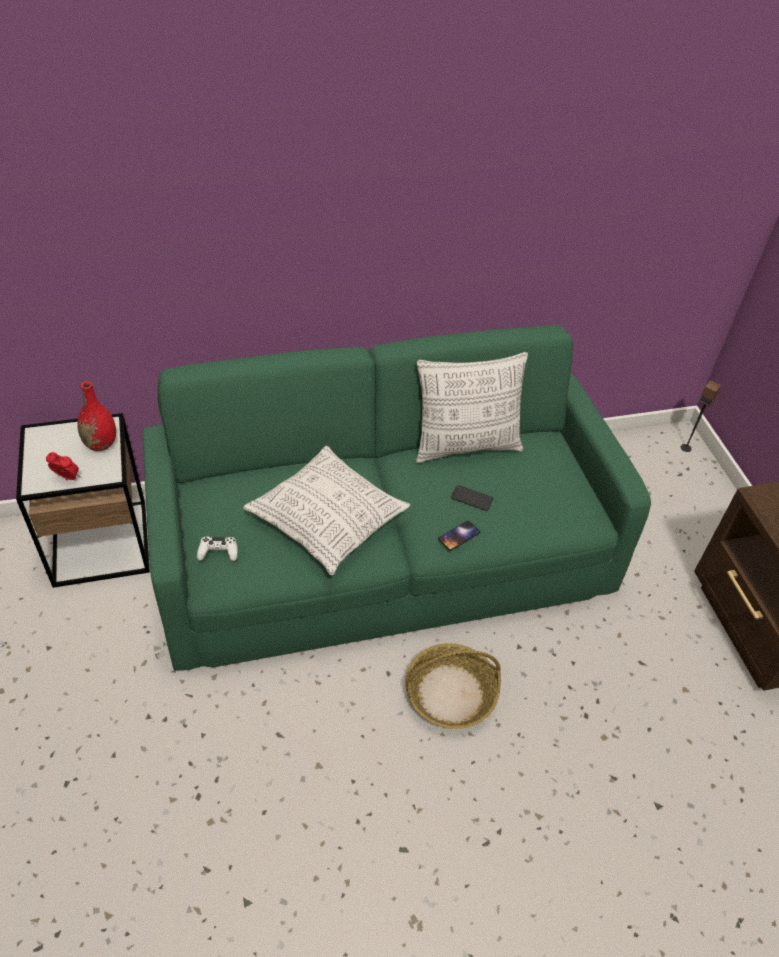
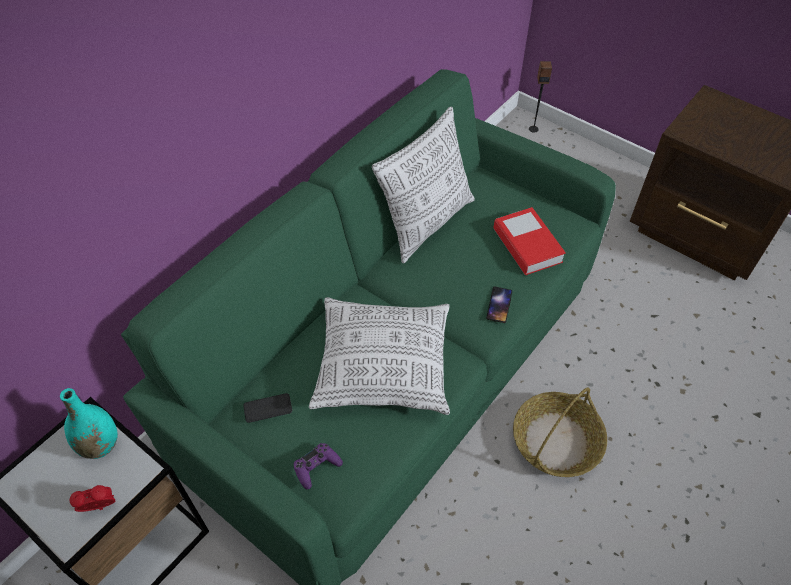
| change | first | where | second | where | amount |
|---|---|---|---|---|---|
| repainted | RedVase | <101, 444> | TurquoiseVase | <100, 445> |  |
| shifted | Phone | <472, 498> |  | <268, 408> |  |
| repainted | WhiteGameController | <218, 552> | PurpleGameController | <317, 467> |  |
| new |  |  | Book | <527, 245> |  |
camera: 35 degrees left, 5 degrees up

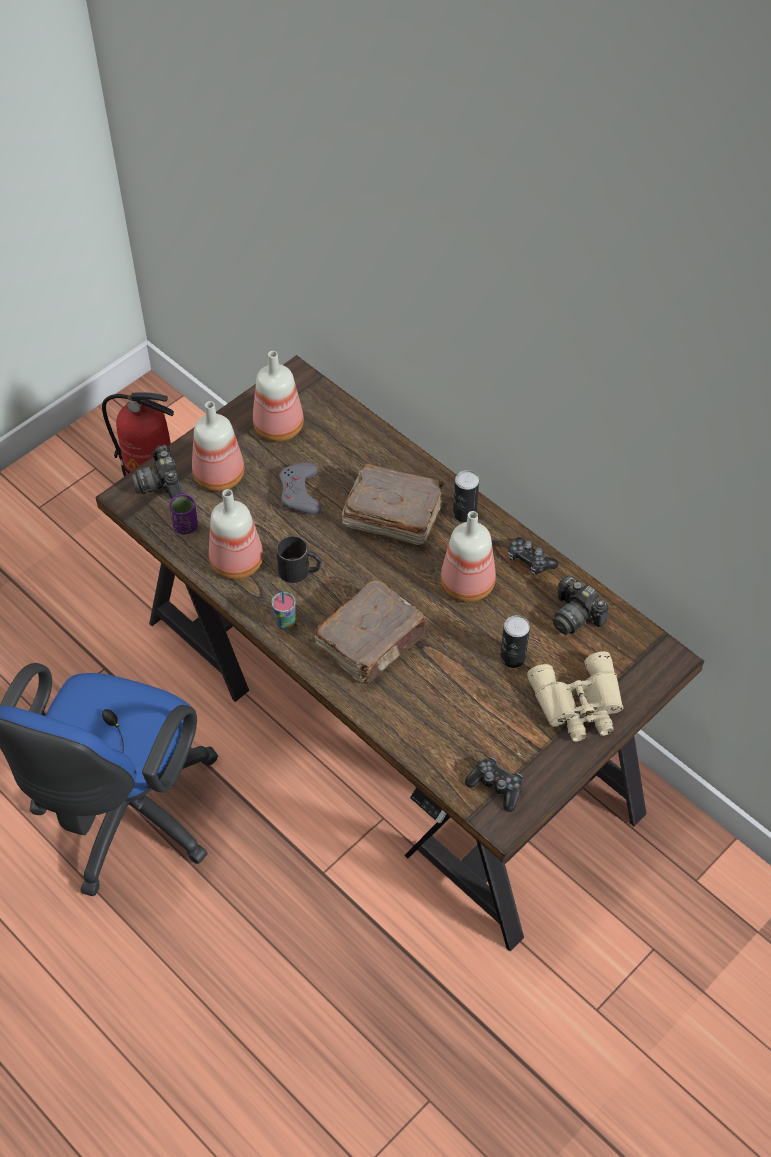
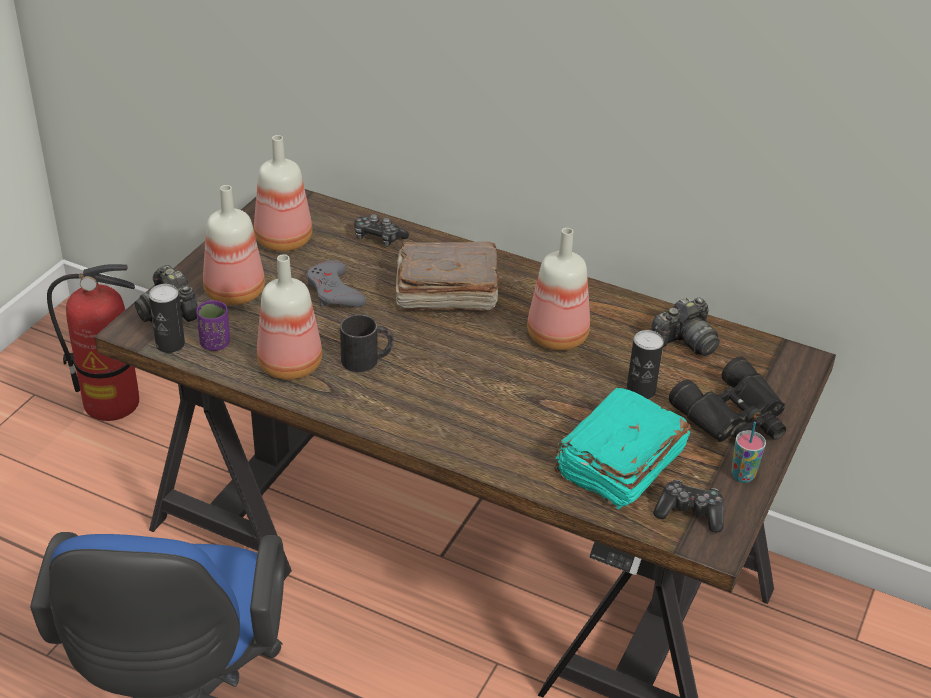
| change | first | where | second | where | amount |
|---|---|---|---|---|---|
| shifted | Can | <464, 513> |  | <170, 344> |  |
| shifted | GameController | <529, 561> |  | <378, 238> |  |
| rotated | PhotoCamera | <575, 615> |  | <685, 342> | 60 degrees counterclockwise |
| gone | BrownBook | <372, 641> |  |  |  |
| shifted | Cup | <285, 623> |  | <742, 475> |  |
| repainted | BeigeBinoculars | <579, 705> | BlackBinoculars | <735, 418> |  |
| new |  |  | TurquoiseBook | <618, 465> |  |
camera: 20 degrees left, 15 degrees down

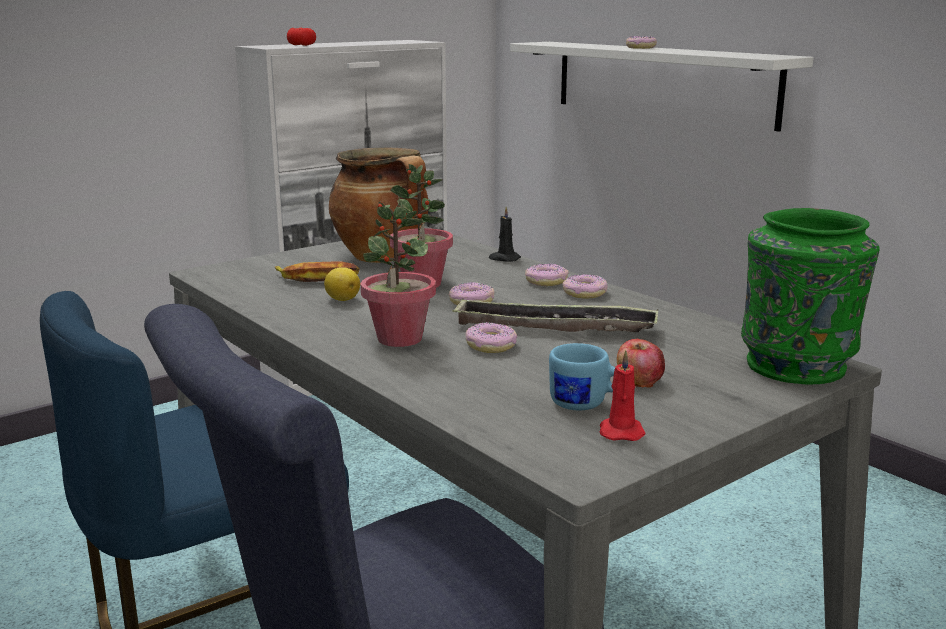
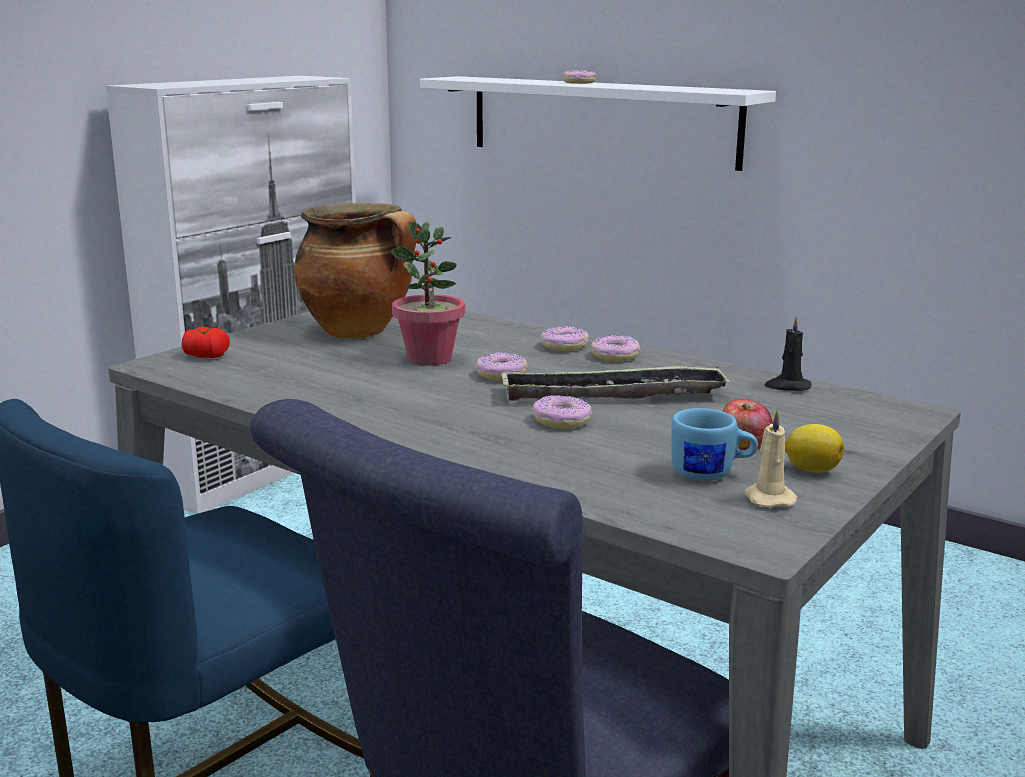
| change | first | where | second | where | amount |
|---|---|---|---|---|---|
| shifted | Tomato | <301, 45> |  | <206, 355> |  |
| gone | PottedPlant | <399, 339> |  |  |  |
| shifted | BlackCandle | <504, 259> |  | <787, 386> |  |
| gone | GreenVase | <797, 365> |  |  |  |
| gone | Banana | <317, 278> |  |  |  |
| shifted | Lemon | <342, 299> |  | <810, 469> |  |
| repainted | RedCandle | <620, 431> | BeigeCandle | <767, 498> |  |
camera: 15 degrees left, 0 degrees up

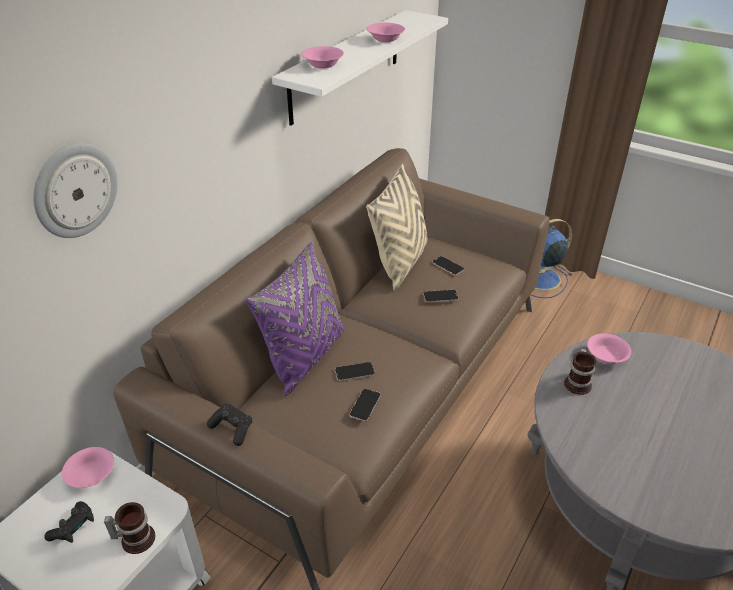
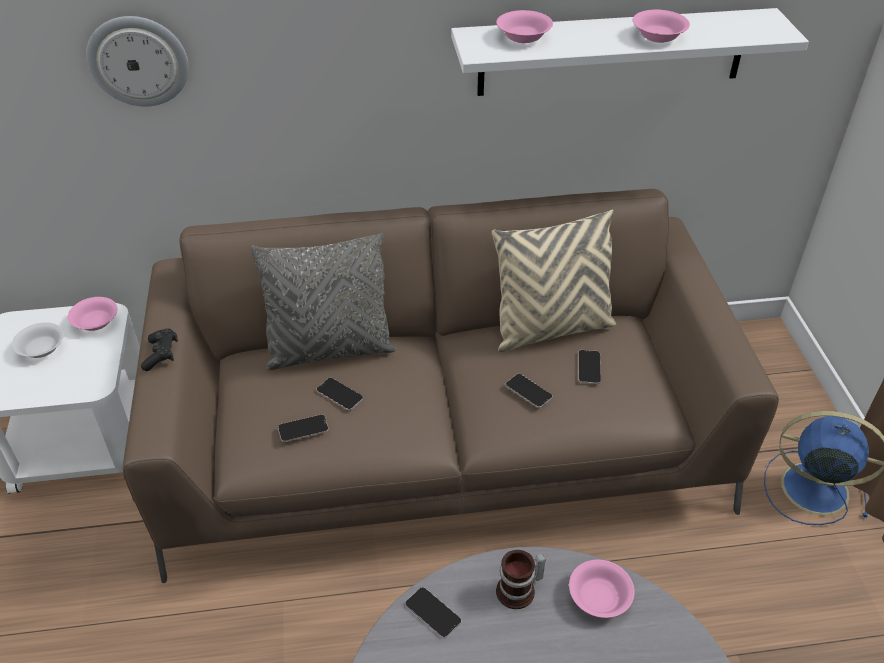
| change | first | where | second | where | amount |
|---|---|---|---|---|---|
| repainted | PurplePillow | <305, 357> | GreyPillow | <330, 350> |  |
| swapped | BlackGameController | <74, 528> | WhiteBowl | <41, 349> |  |
| gone | Mug | <135, 538> |  |  |  |
| new |  |  | Phone | <433, 613> |  |
camera: 50 degrees right, 5 degrees up

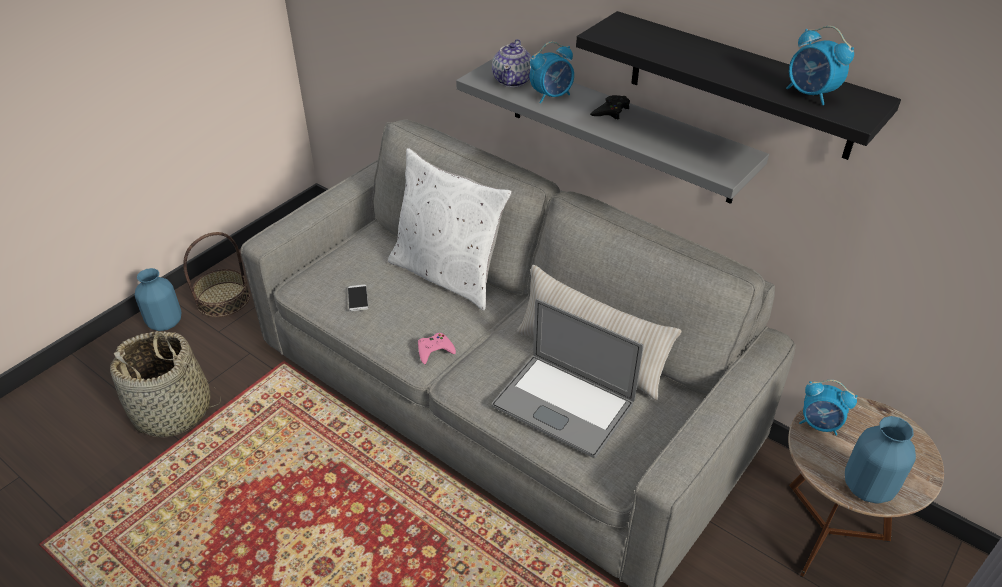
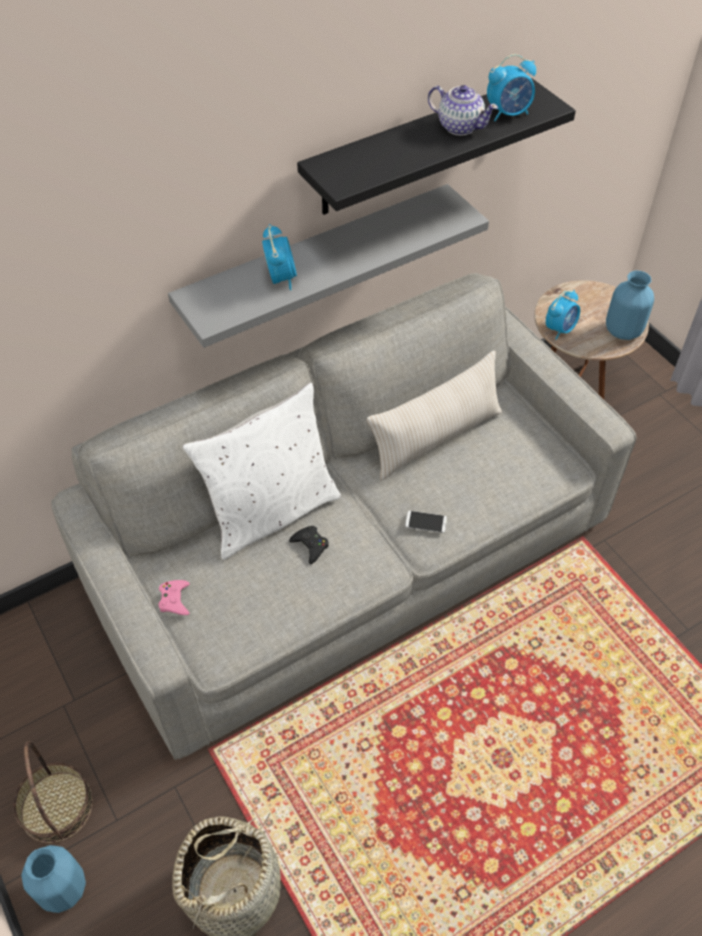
| change | first | where | second | where | amount |
|---|---|---|---|---|---|
| shifted | Teapot | <513, 80> |  | <459, 126> |  |
| shifted | BlackGameController | <611, 111> |  | <310, 546> |  |
| shifted | Phone | <358, 298> |  | <426, 522> |  |
| gone | Laptop | <563, 404> |  |  |  |
| shifted | PinkGameController | <434, 351> |  | <175, 600> |  |
camera: 70 degrees left, 10 degrees up

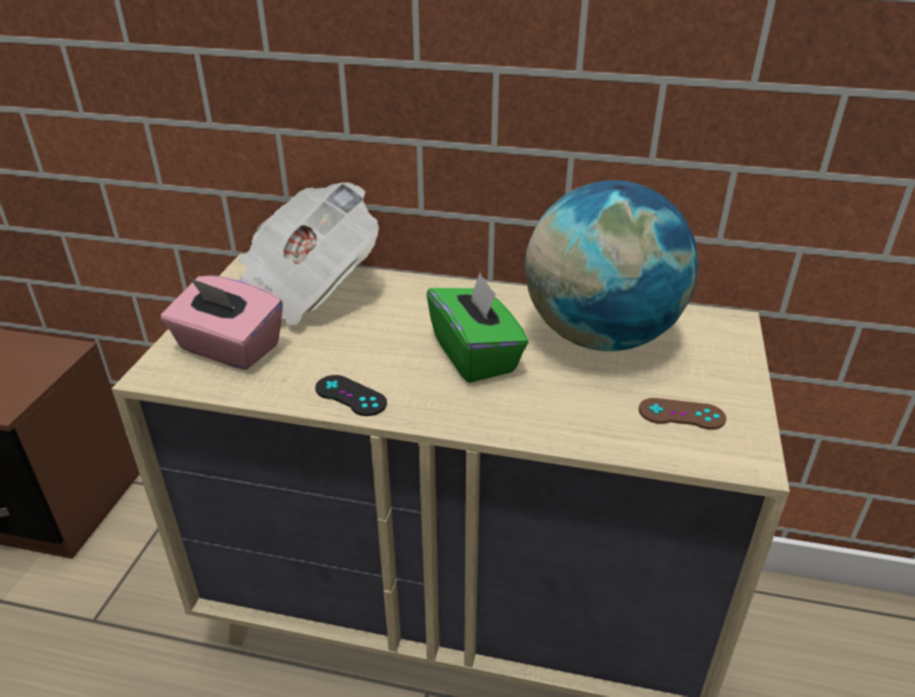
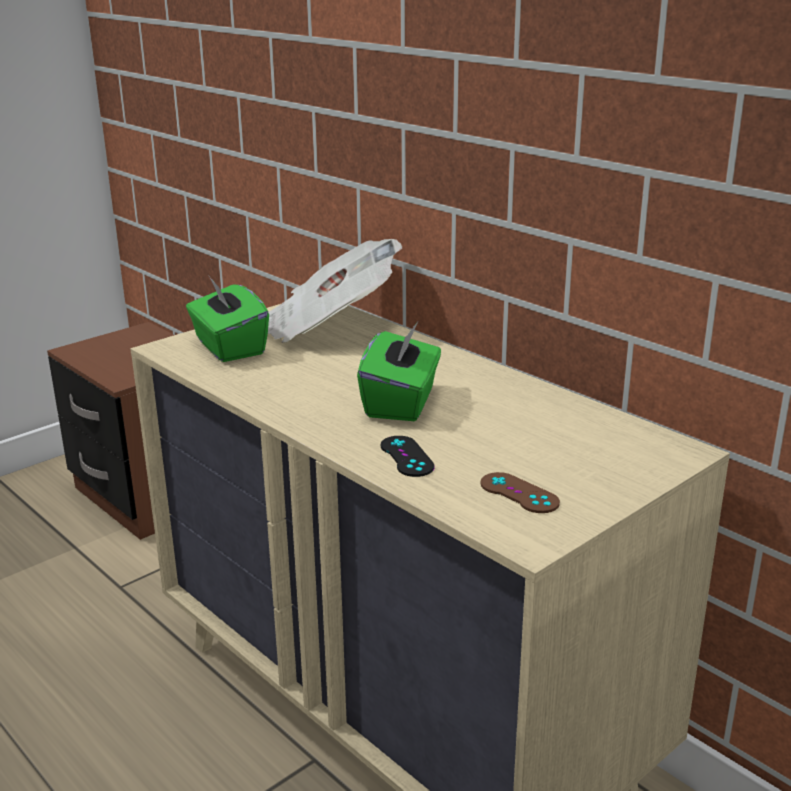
| change | first | where | second | where | amount |
|---|---|---|---|---|---|
| gone | Globe | <600, 336> |  |  |  |
| repainted | PinkTissueBox | <229, 348> | GreenTissueBox | <229, 347> |  |
| shifted | BlackGameController | <350, 396> |  | <406, 456> |  |
camera: 35 degrees right, 10 degrees down

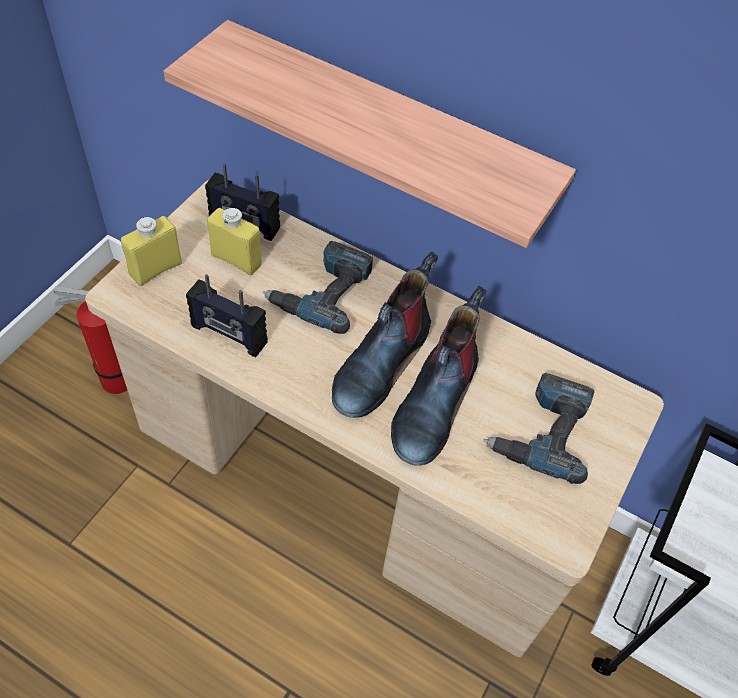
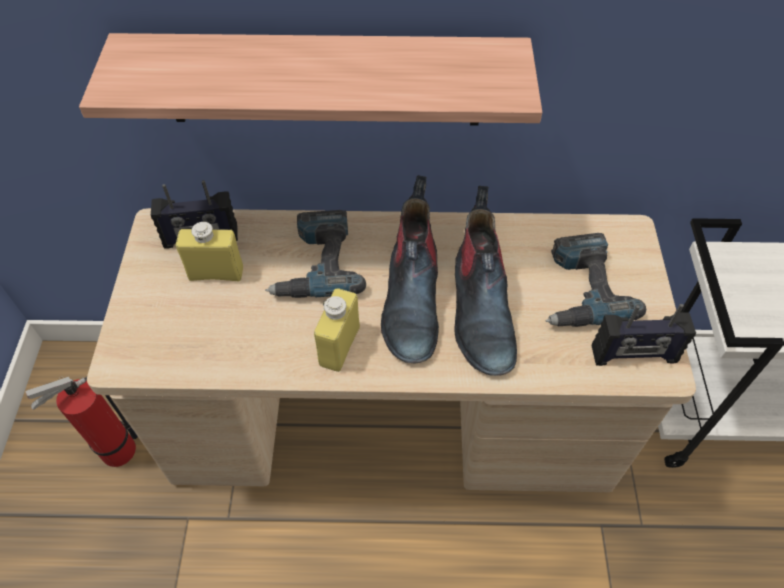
| change | first | where | second | where | amount |
|---|---|---|---|---|---|
| shifted | YellowBottle | <156, 269> |  | <339, 346> |  |
| shifted | Radio | <228, 335> |  | <634, 355> |  |
camera: 25 degrees left, 0 degrees up

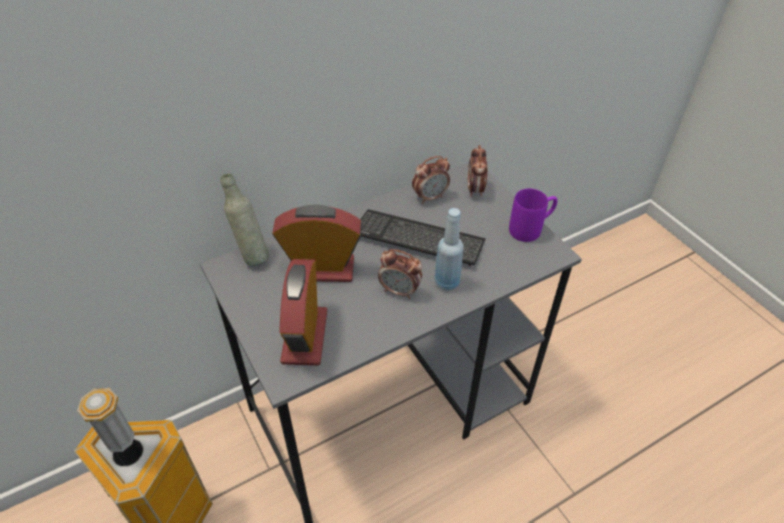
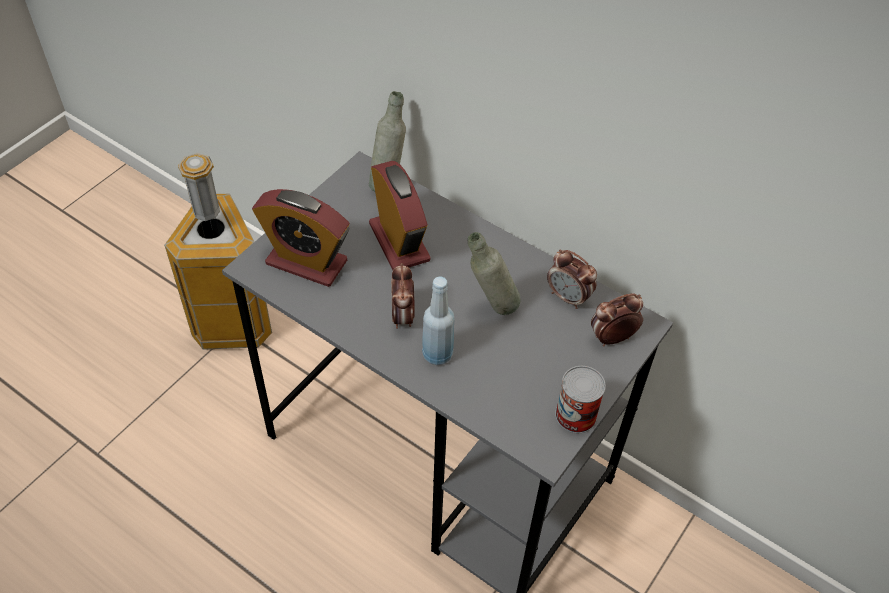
| change | first | where | second | where | amount |
|---|---|---|---|---|---|
| swapped | PurpleMug | <531, 229> | Can | <575, 415> |  |
| swapped | Keyboard | <418, 239> | GreyBottle | <491, 308> |  |
| rotated | AlarmClock | <305, 337> |  | <306, 262> | 135 degrees counterclockwise |
camera: 65 degrees right, 5 degrees up

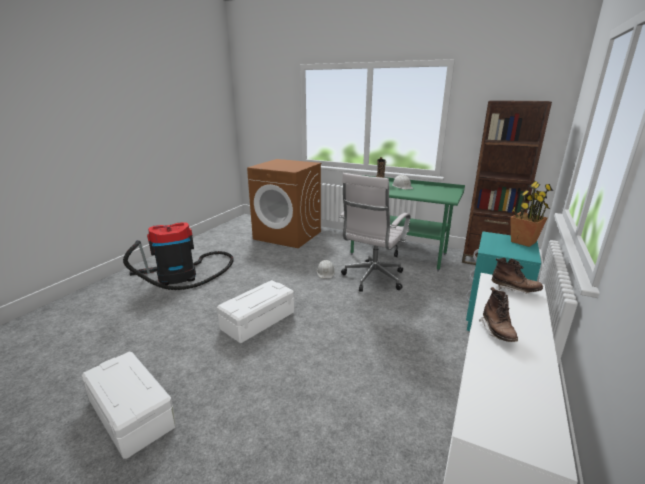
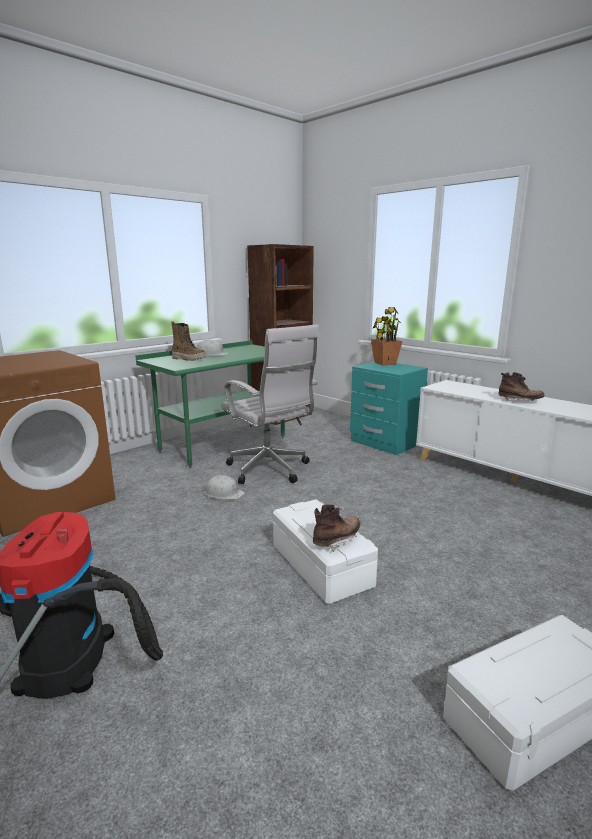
| change | first | where | second | where | amount |
|---|---|---|---|---|---|
| shifted | BrownBoot | <514, 290> |  | <336, 540> |  |
camera: 70 degrees left, 5 degrees down

